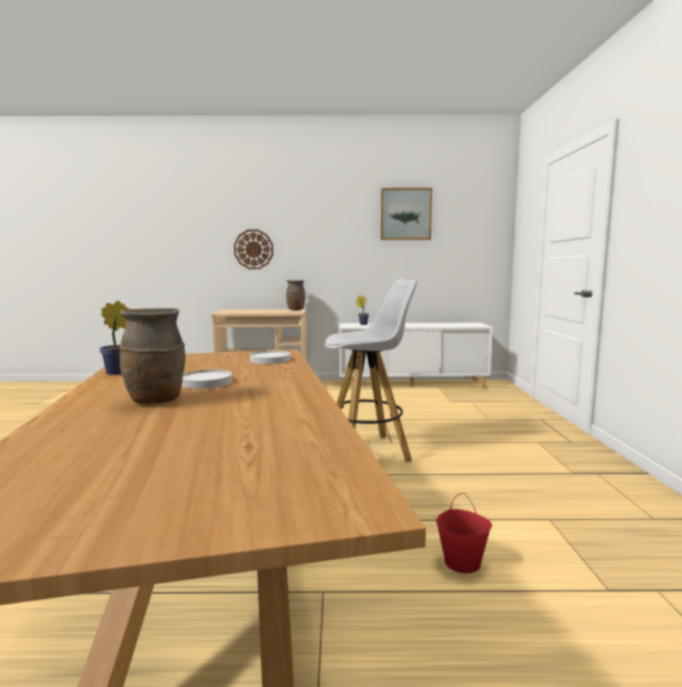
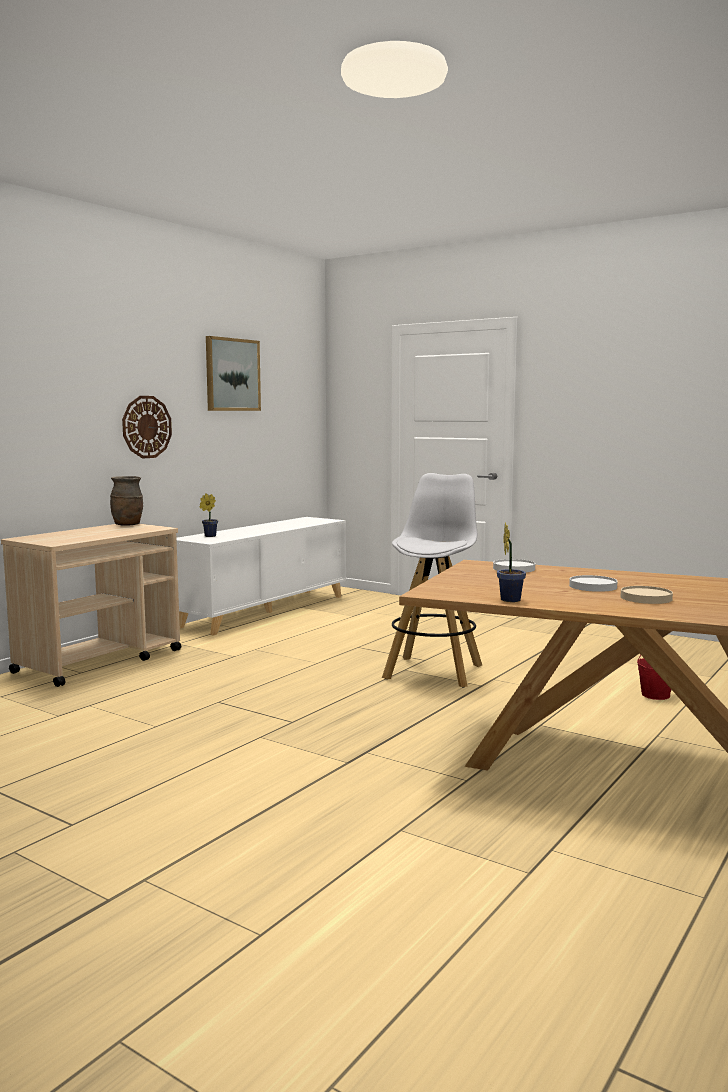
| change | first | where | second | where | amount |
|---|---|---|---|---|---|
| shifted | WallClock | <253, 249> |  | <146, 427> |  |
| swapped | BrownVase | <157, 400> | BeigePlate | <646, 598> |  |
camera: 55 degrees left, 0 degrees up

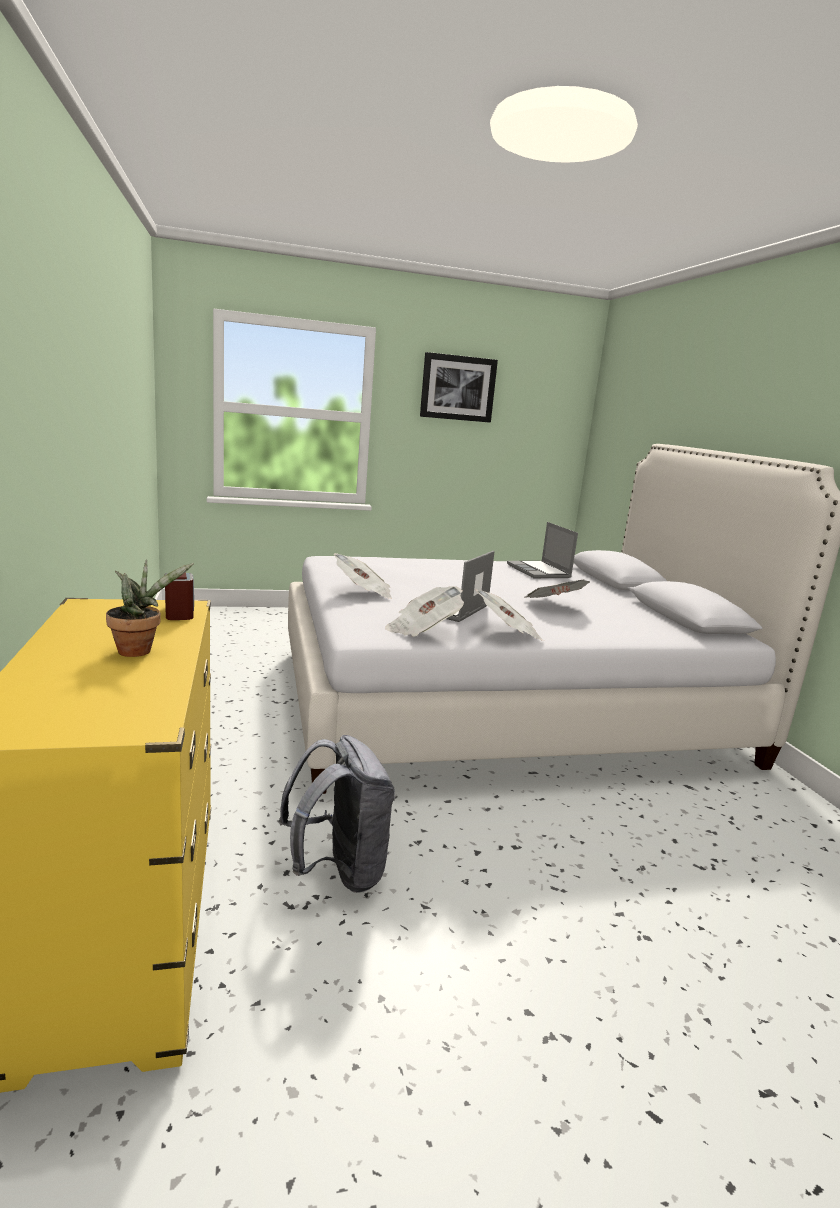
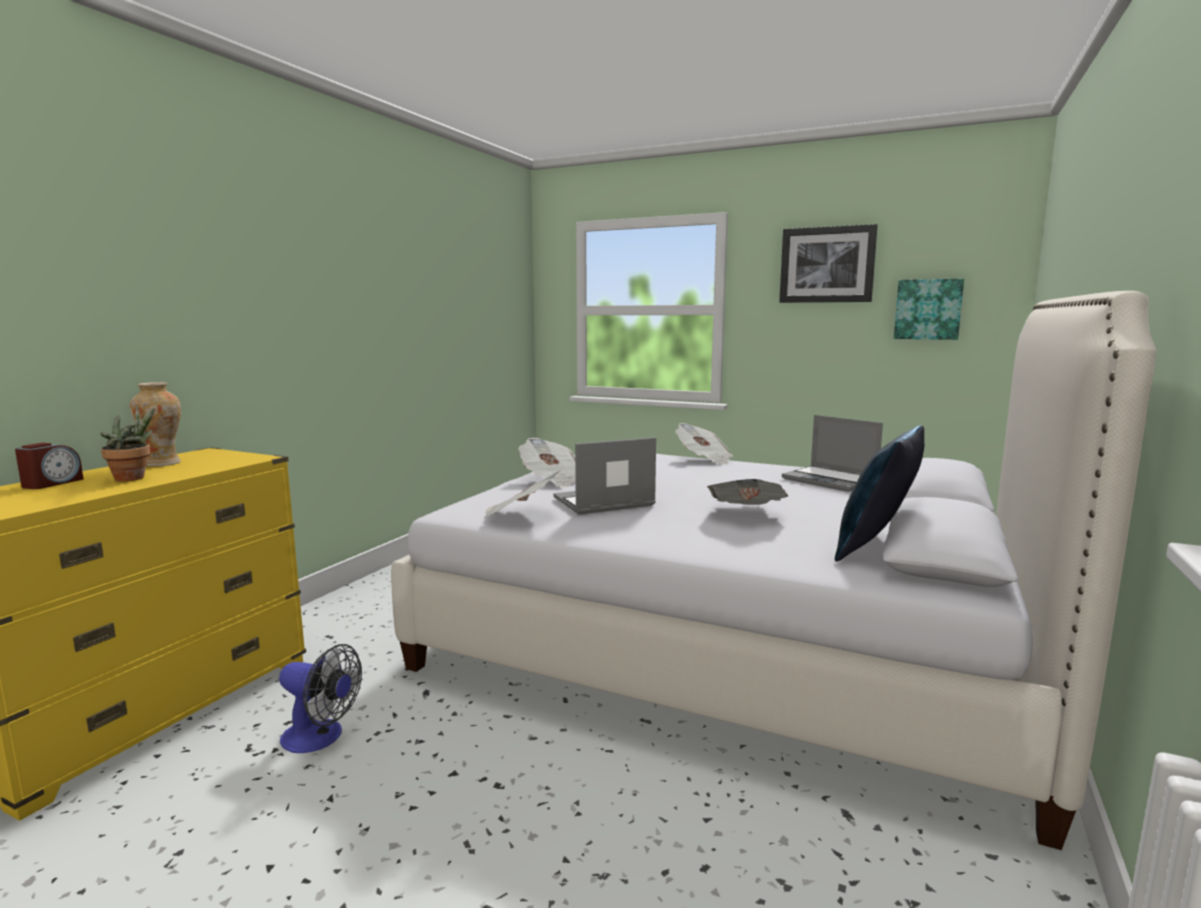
| change | first | where | second | where | amount |
|---|---|---|---|---|---|
| rotated | Laptop | <539, 571> |  | <831, 481> | 60 degrees counterclockwise |
| shifted | AlarmClock | <179, 613> |  | <52, 483> |  |
| shifted | Newspaper | <508, 633> |  | <704, 459> |  |
| swapped | GreyBackpack | <338, 871> | Fan | <321, 738> |  |
| new |  |  | Picture | <928, 309> |  |
| new |  |  | Vase | <162, 463> |  |
| new |  |  | BluePillow | <876, 549> |  |
camera: 40 degrees right, 5 degrees down

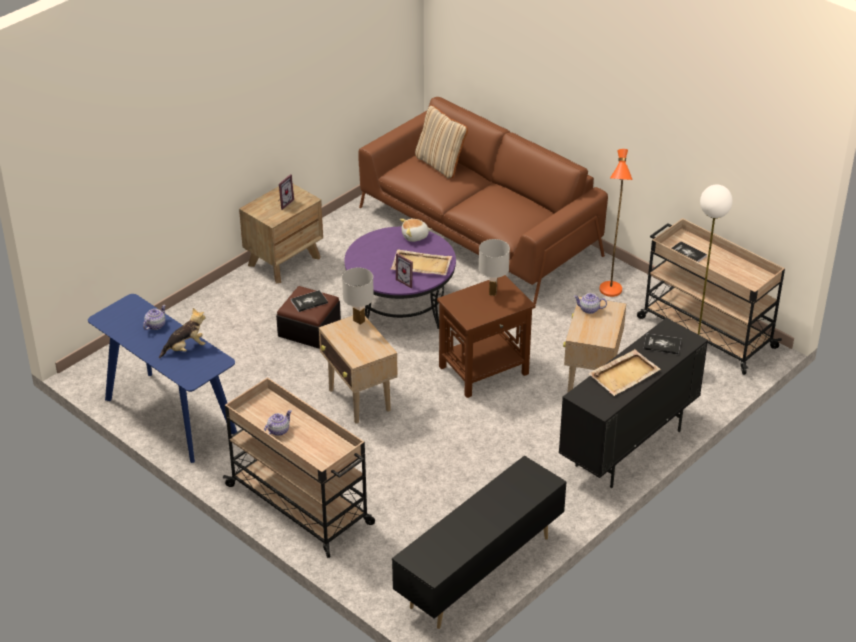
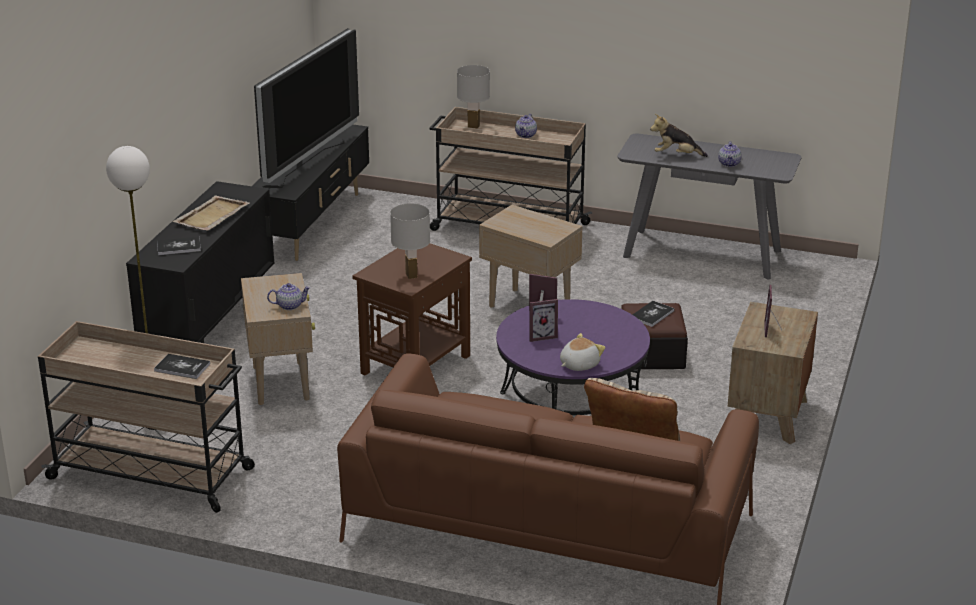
| change | first | where | second | where | amount |
|---|---|---|---|---|---|
| gone | OrangeFloorLamp | <610, 295> |  |  |  |
| swapped | BeigeTray | <420, 264> | PictureFrame | <541, 336> |  |
| shifted | WhiteTableLamp | <358, 321> |  | <474, 126> |  |
| repainted | BlueConsoleTable | <169, 416> | GreyConsoleTable | <702, 253> |  |
| rotated | PlushToy | <185, 348> |  | <676, 155> | 60 degrees clockwise |
| new |  |  | Television | <304, 162> |  |
camera: 155 degrees right, 10 degrees down

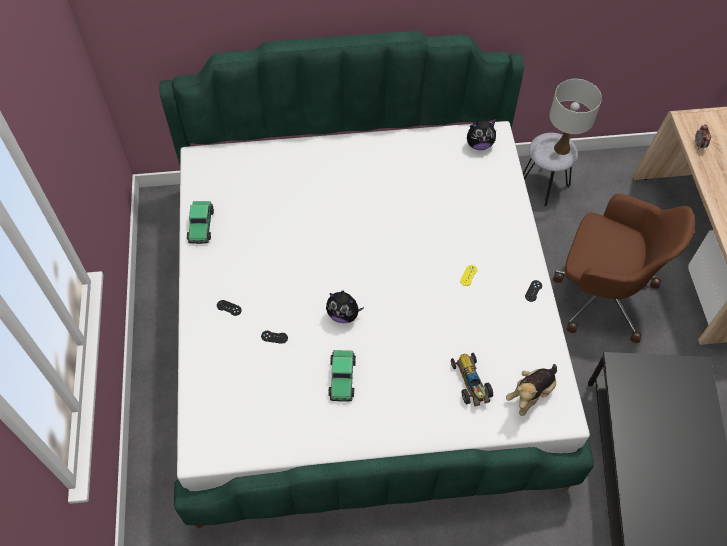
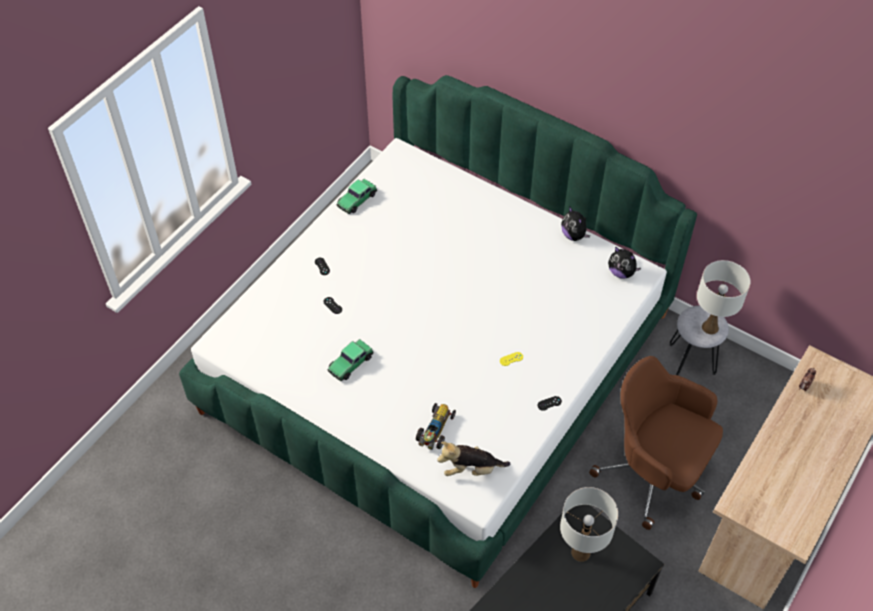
| change | first | where | second | where | amount |
|---|---|---|---|---|---|
| rotated | BrownOfficeChair | <600, 293> |  | <653, 473> | 150 degrees clockwise |
| shifted | PlushToy | <343, 314> |  | <574, 235> |  |
| new |  |  | WhiteTableLamp | <581, 552> |  |
camera: 40 degrees right, 5 degrees down

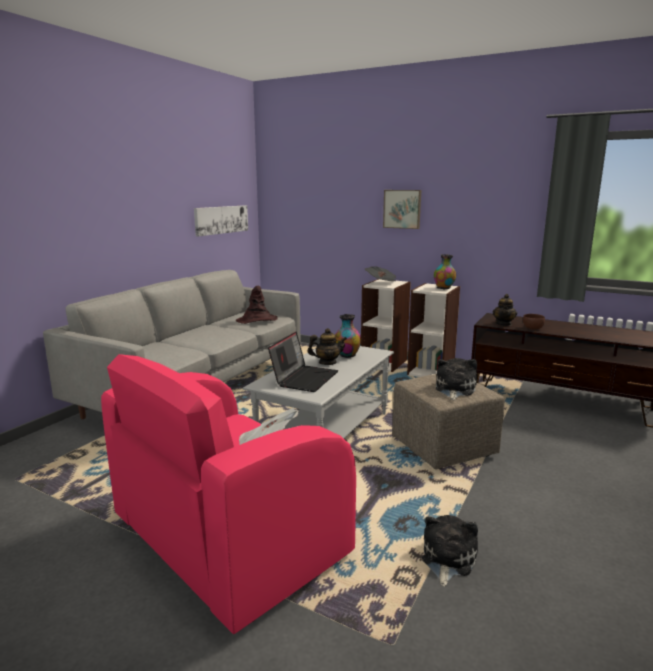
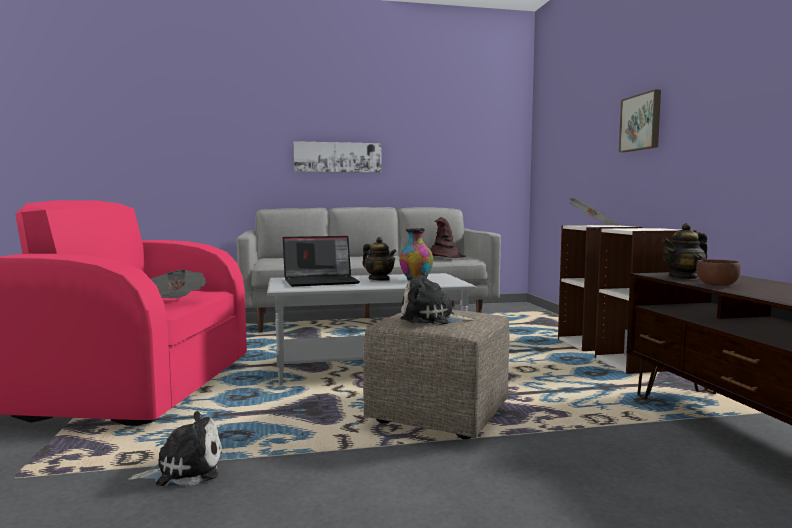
| change | first | where | second | where | amount |
|---|---|---|---|---|---|
| shifted | Picture | <221, 220> |  | <338, 157> |  |
| gone | Vase | <444, 288> |  |  |  |
| rotated | PlushToy | <454, 389> |  | <432, 319> | 150 degrees counterclockwise |
camera: 50 degrees right, 10 degrees down

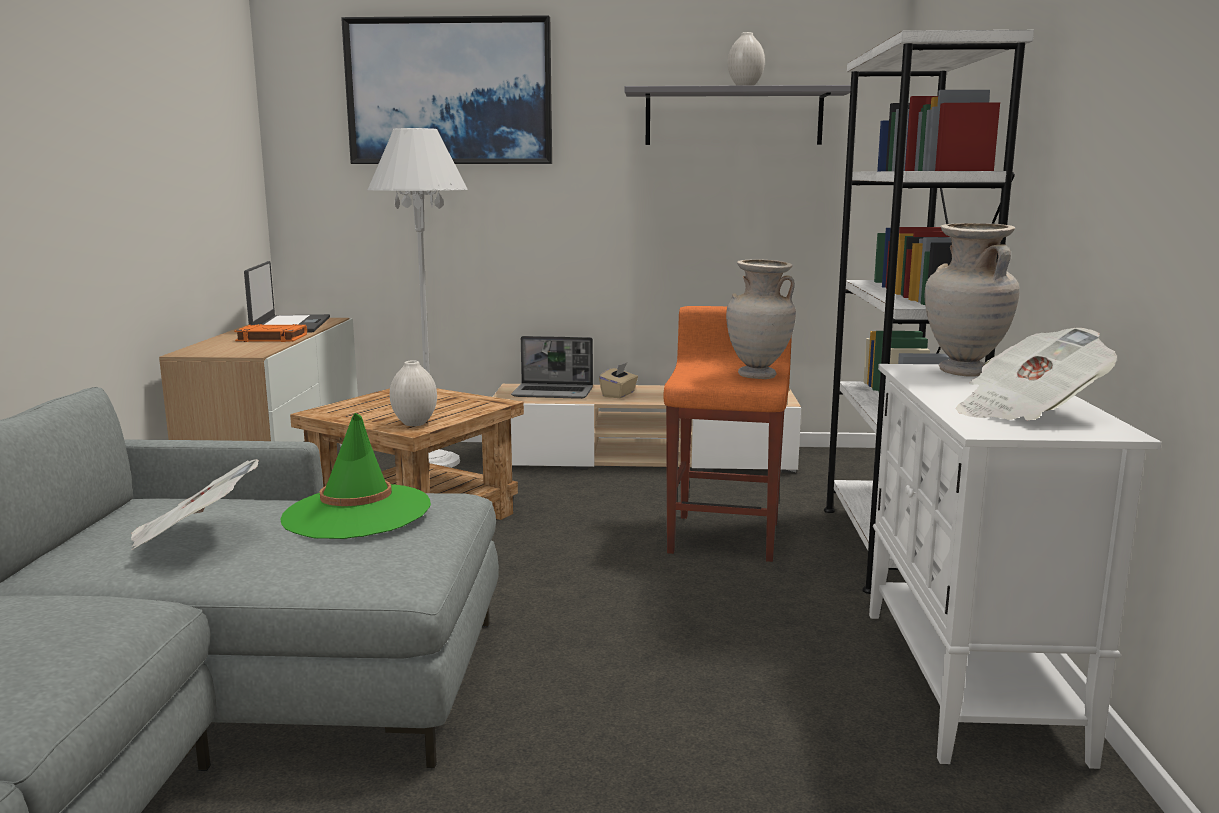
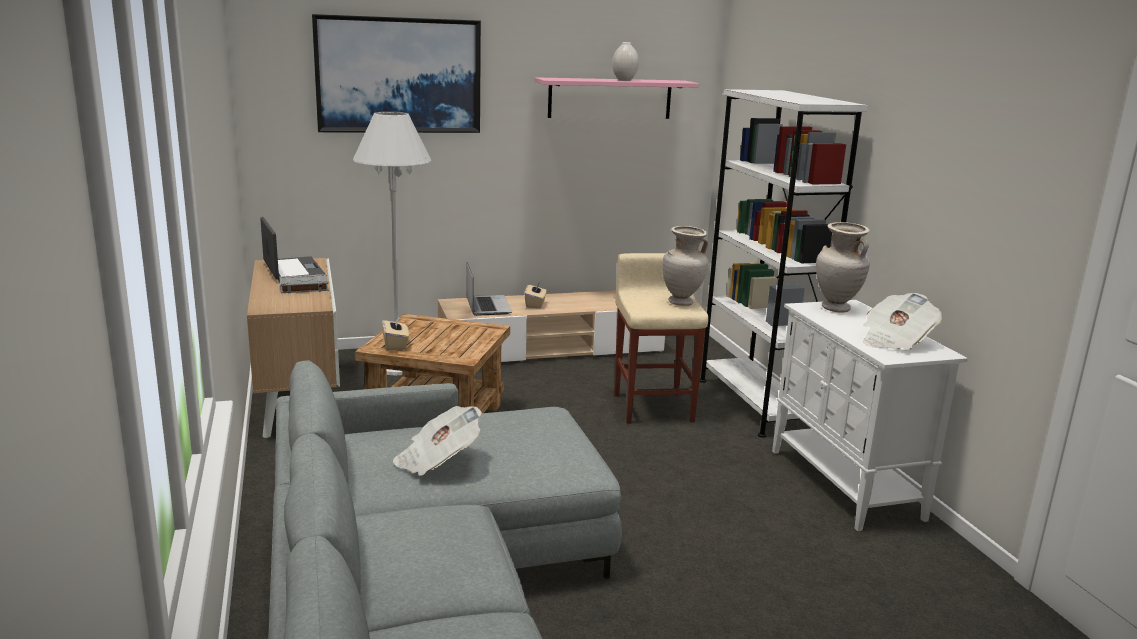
| change | first | where | second | where | amount |
|---|---|---|---|---|---|
| repainted | GreyShelf | <733, 117> | PinkShelf | <610, 98> |  |
| repainted | OrangeStool | <725, 536> | BeigeStool | <653, 407> |  |
| repainted | OrangeBook | <271, 338> | GreyBook | <303, 287> |  |
| rotated | Laptop | <554, 393> |  | <487, 306> | 90 degrees counterclockwise |
| gone | WhiteVase | <414, 423> |  |  |  |
| gone | GreenHat | <357, 513> |  |  |  |
| new |  |  | BeigeTissueBox | <395, 345> |  |
camera: 20 degrees left, 5 degrees up

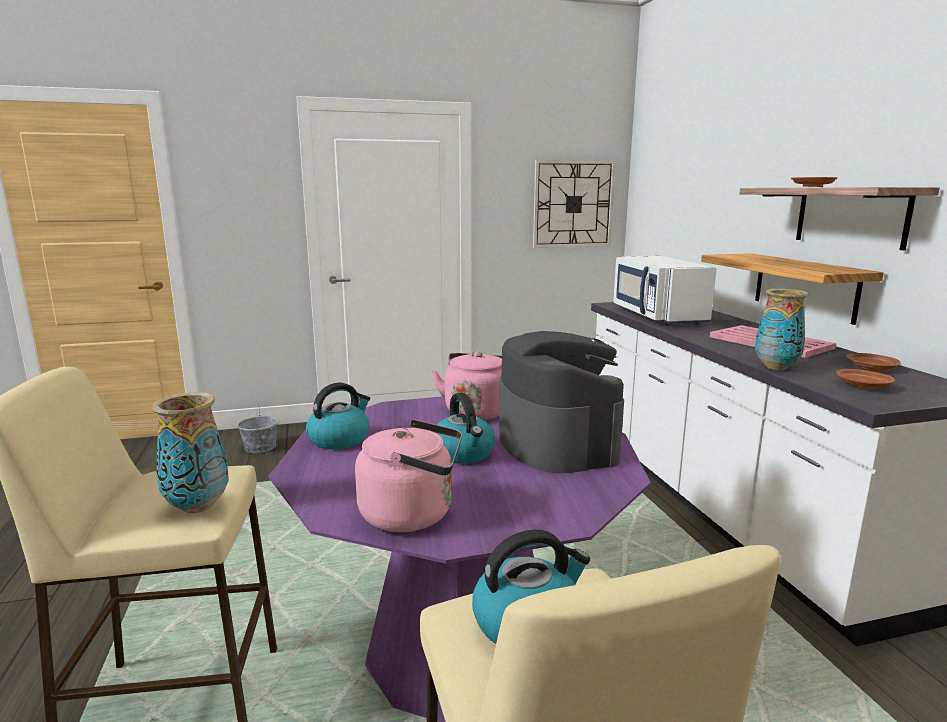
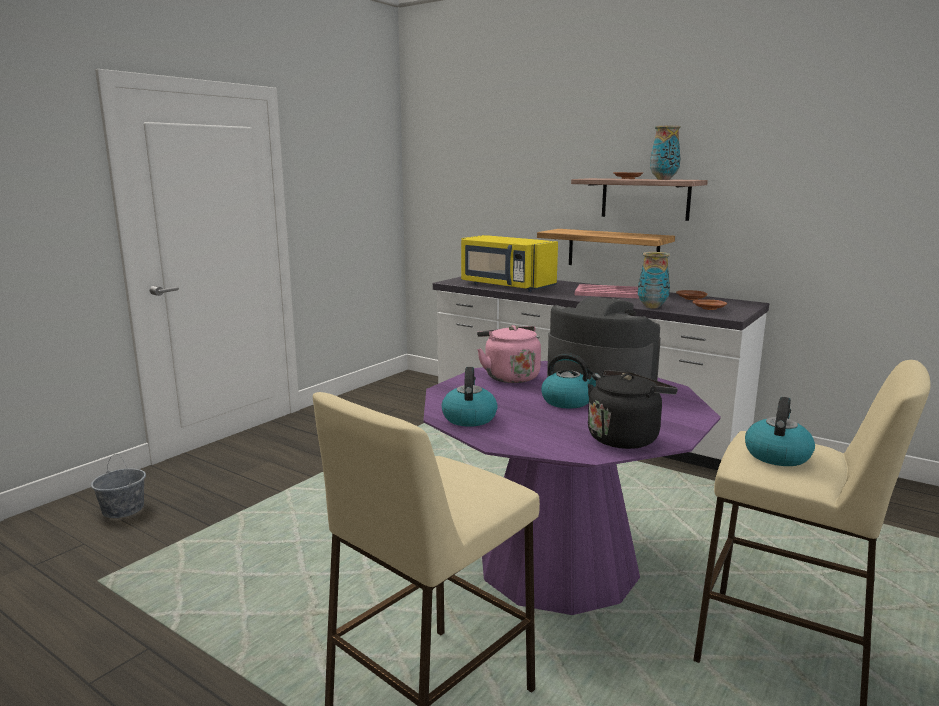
| change | first | where | second | where | amount |
|---|---|---|---|---|---|
| gone | WallClock | <573, 204> |  |  |  |
| repainted | WhiteMicrowave | <656, 316> | YellowMicrowave | <505, 286> |  |
| shifted | Vase | <198, 506> |  | <663, 179> |  |
| repainted | PinkKettle | <413, 514> | BlackKettle | <625, 437> |  |
camera: 40 degrees left, 0 degrees up

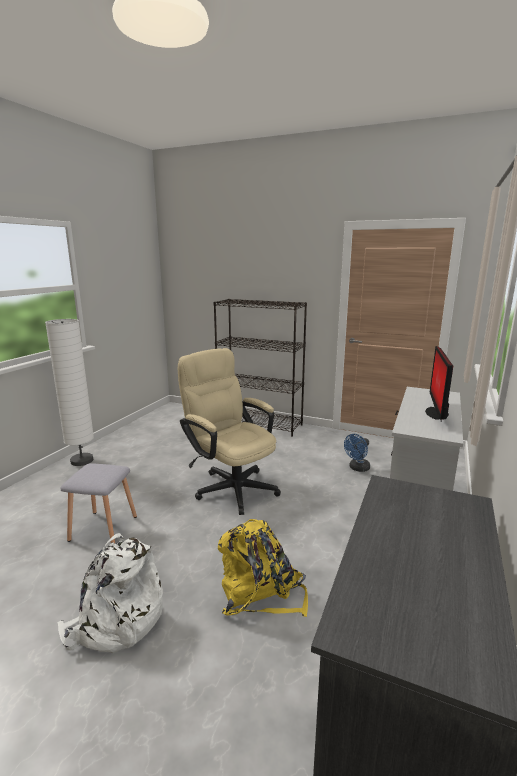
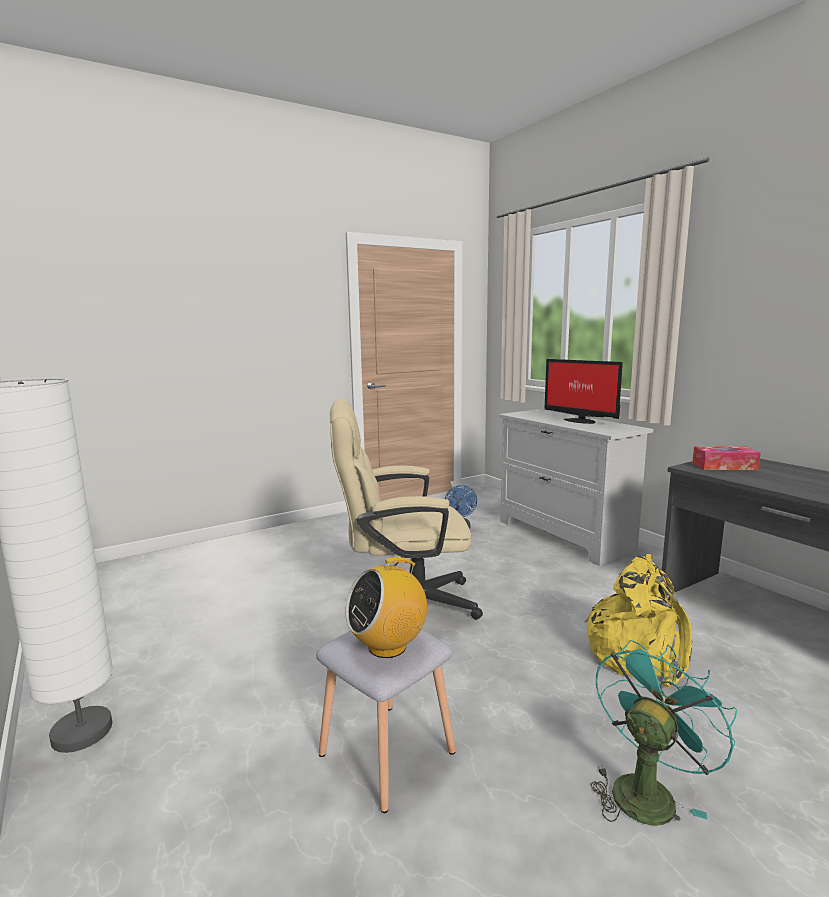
| change | first | where | second | where | amount |
|---|---|---|---|---|---|
| gone | BlackBookcase | <260, 424> |  |  |  |
| swapped | WhiteBackpack | <116, 621> | TurquoiseFan | <646, 789> |  |
| new |  |  | TissueBox | <724, 466> |  |
| new |  |  | Radio | <388, 646> |  |
camera: 55 degrees left, 5 degrees down

